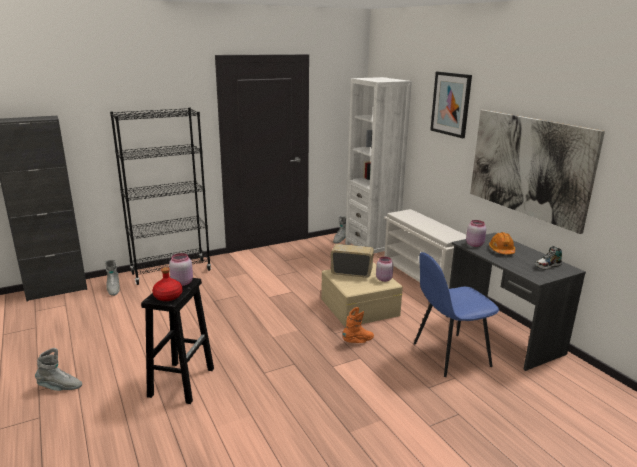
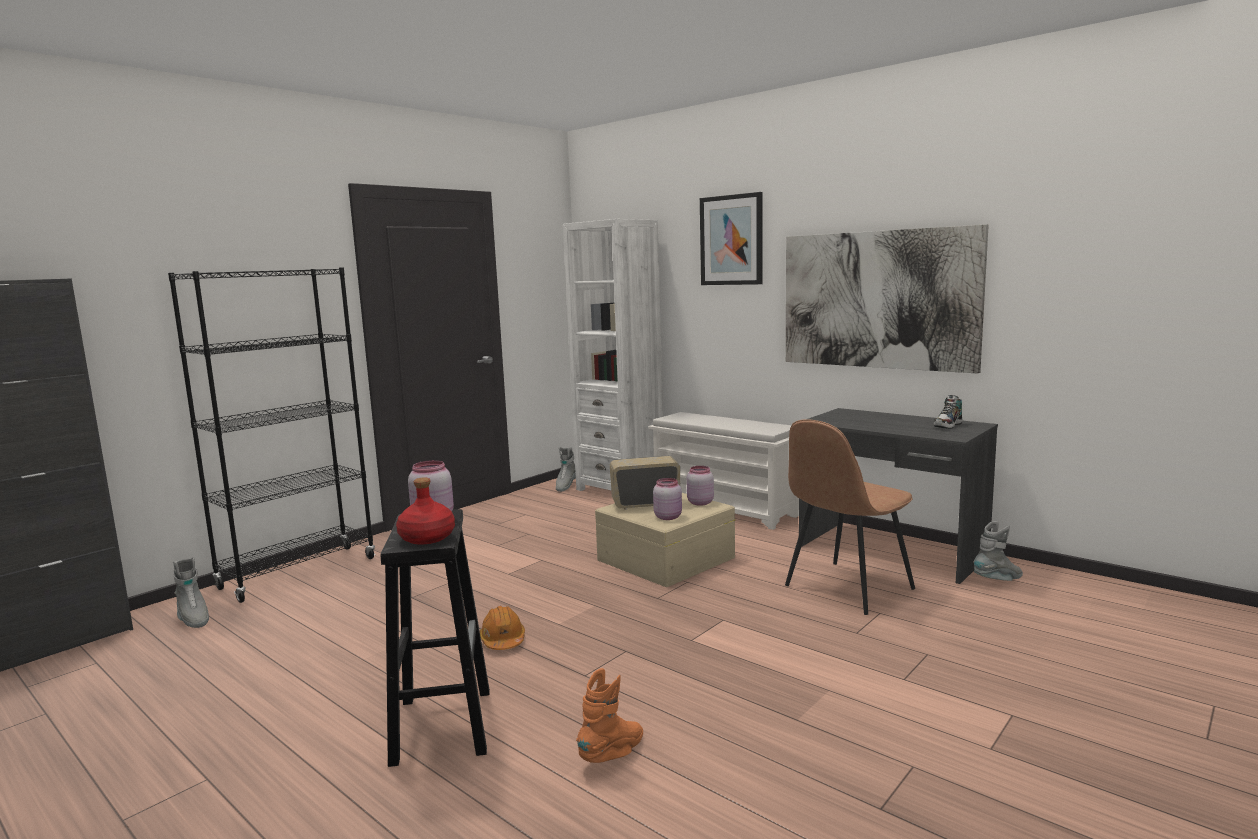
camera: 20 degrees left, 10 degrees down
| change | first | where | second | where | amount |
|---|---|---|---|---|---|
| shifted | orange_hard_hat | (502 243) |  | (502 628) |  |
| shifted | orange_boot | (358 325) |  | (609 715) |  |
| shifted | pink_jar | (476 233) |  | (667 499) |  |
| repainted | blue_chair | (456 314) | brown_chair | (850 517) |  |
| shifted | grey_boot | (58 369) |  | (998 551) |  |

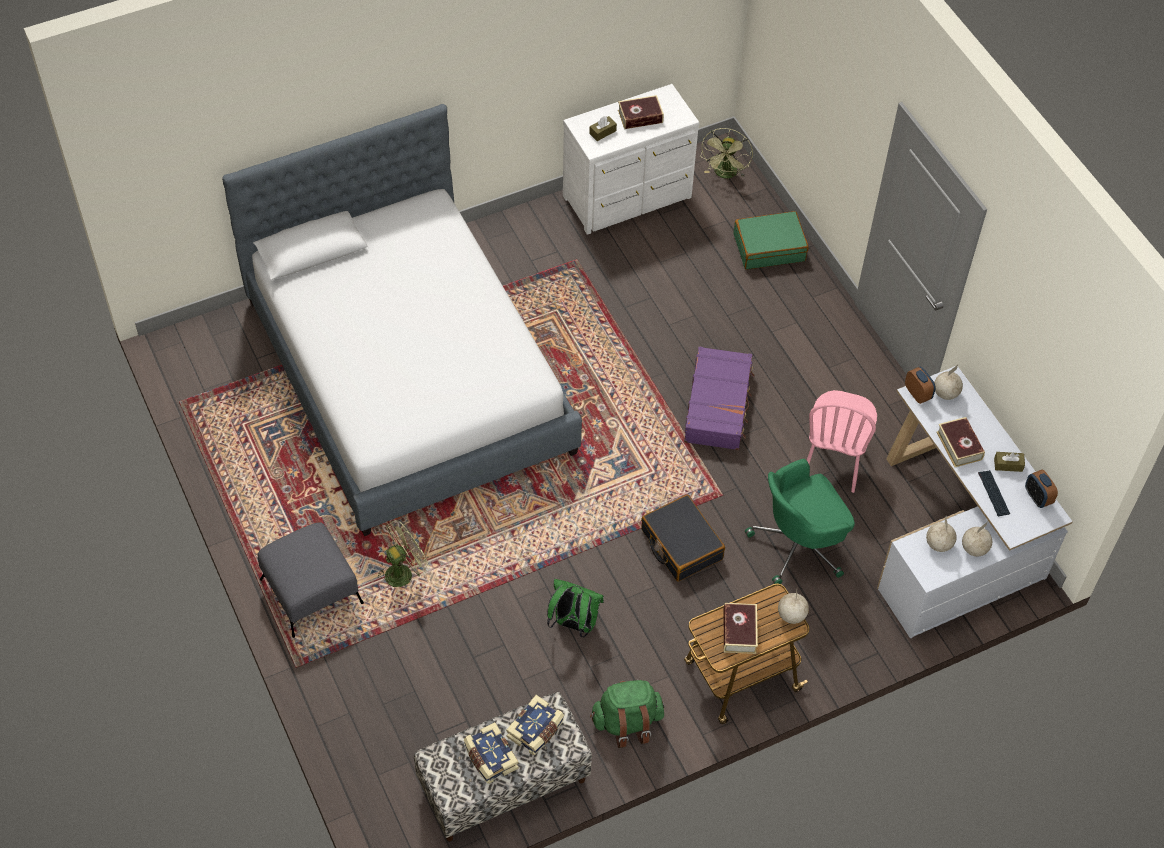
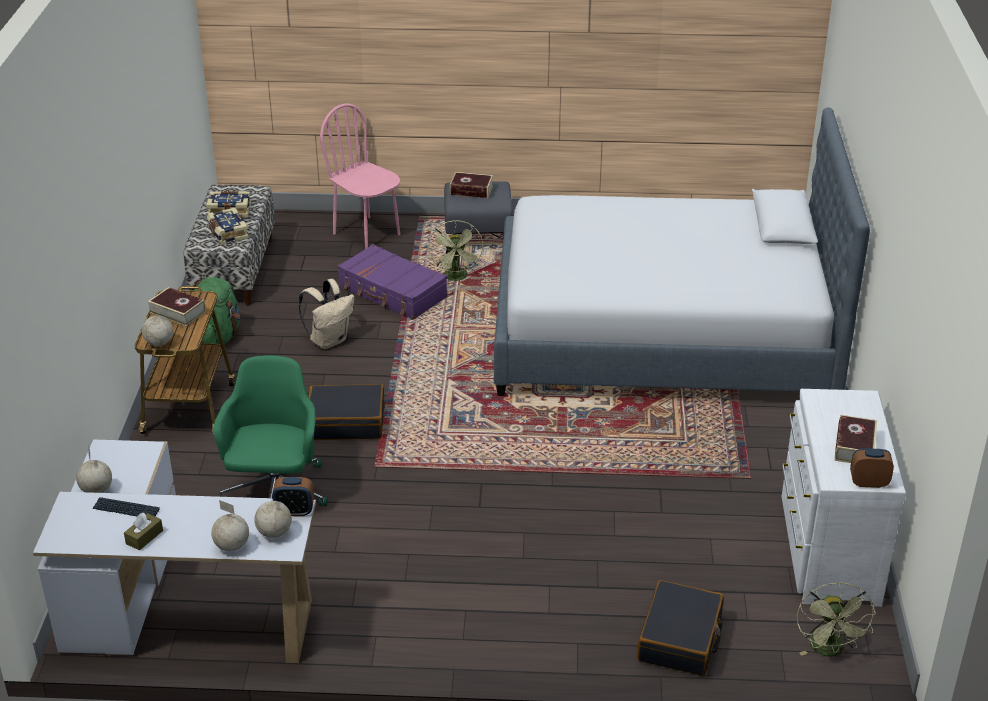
camera: 120 degrees right, 20 degrees down
| change | first | where | second | where | amount |
|---|---|---|---|---|---|
| shifted | globe | (941 534) |  | (230 525) |  |
| repainted | green_backpack | (575 608) | beige_backpack | (326 314) |  |
| shifted | pink_chair | (842 441) |  | (360 176) |  |
| shifted | purple_suitcase | (719 398) |  | (392 282) |  |
| shifted | book | (960 442) |  | (471 185) |  |
| repainted | green_suitcase | (771 240) | black_suitcase | (680 628) |  |
| rotated | green_fan | (726 153) |  | (836 619) | 135 degrees counterclockwise |
| shifted | alarm_clock | (1041 489) |  | (872 468) |  |
| gone | brown_tissue_box | (603 128) |  |  |  |

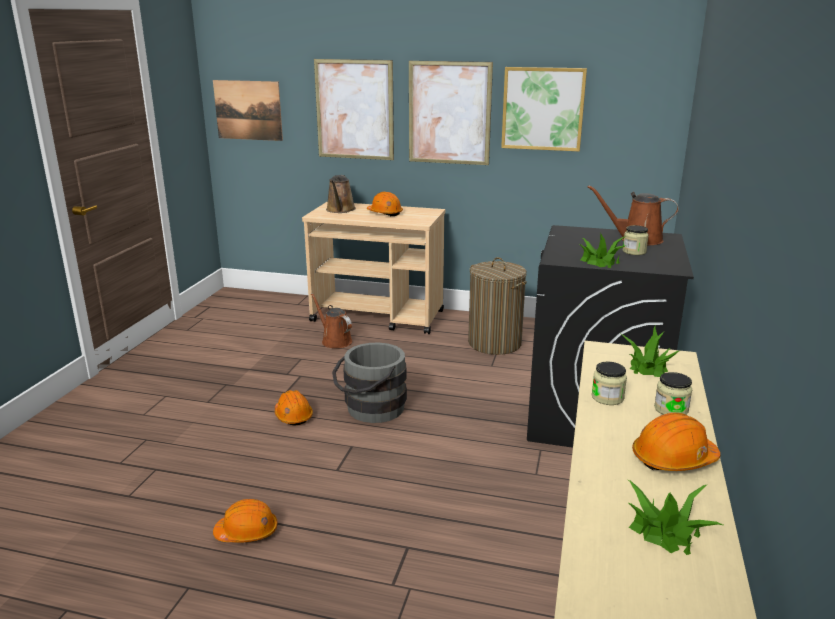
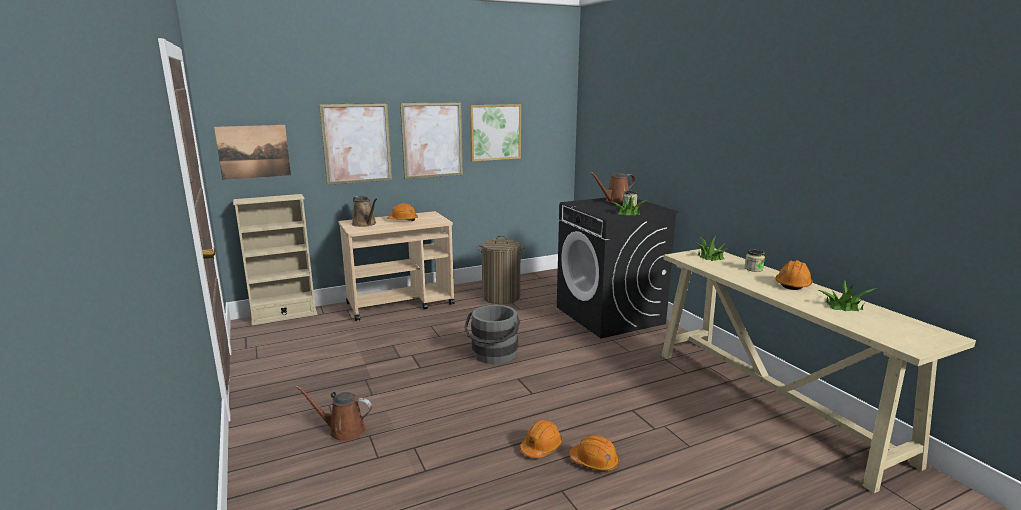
camera: 40 degrees left, 5 degrees down
| change | first | where | second | where | amount |
|---|---|---|---|---|---|
| new |  |  | beige_bookcase | (275 260) |  |
| shifted | brown_watering_can | (331 320) |  | (333 414) |  |
| shifted | orange_hard_hat | (294 407) |  | (594 453) |  |
| gone | jar | (609 383) |  |  |  |

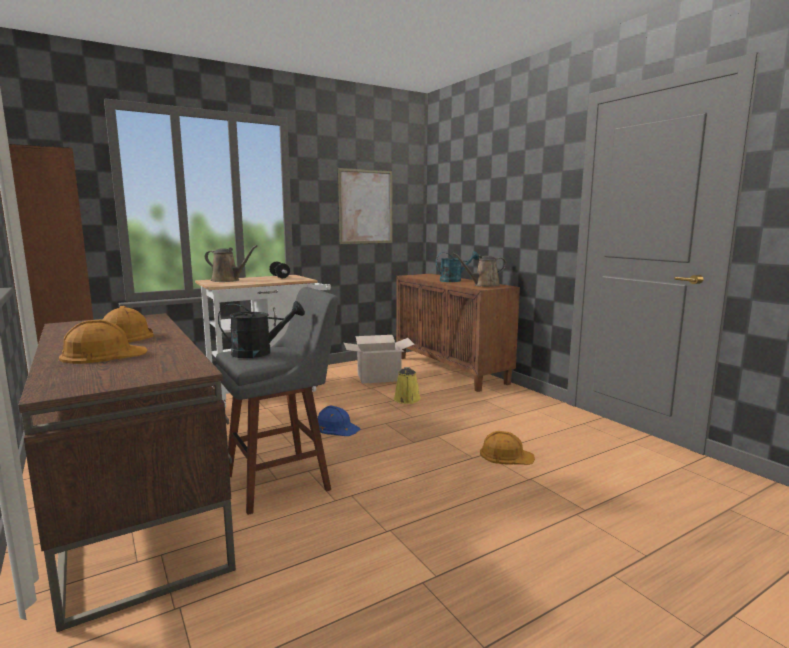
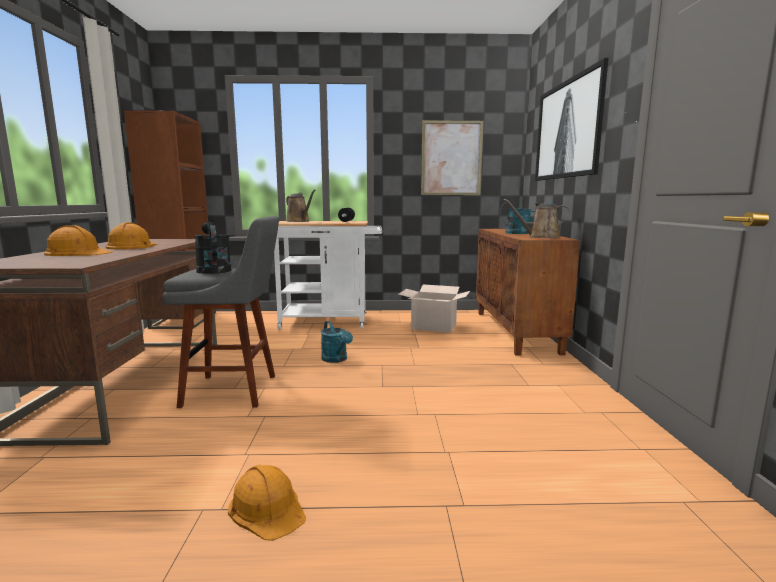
camera: 30 degrees right, 0 degrees up
| change | first | where | second | where | amount |
|---|---|---|---|---|---|
| rotated | black_watering_can | (261 329) |  | (212 248) | 135 degrees counterclockwise |
| shifted | orange_hard_hat | (507 448) |  | (267 502) |  |
| swapped | blue_hard_hat | (339 421) | turquoise_watering_can | (337 342) |  |
| new |  |  | picture | (571 119) |  |
| gone | yellow_watering_can | (407 385) |  |  |  |

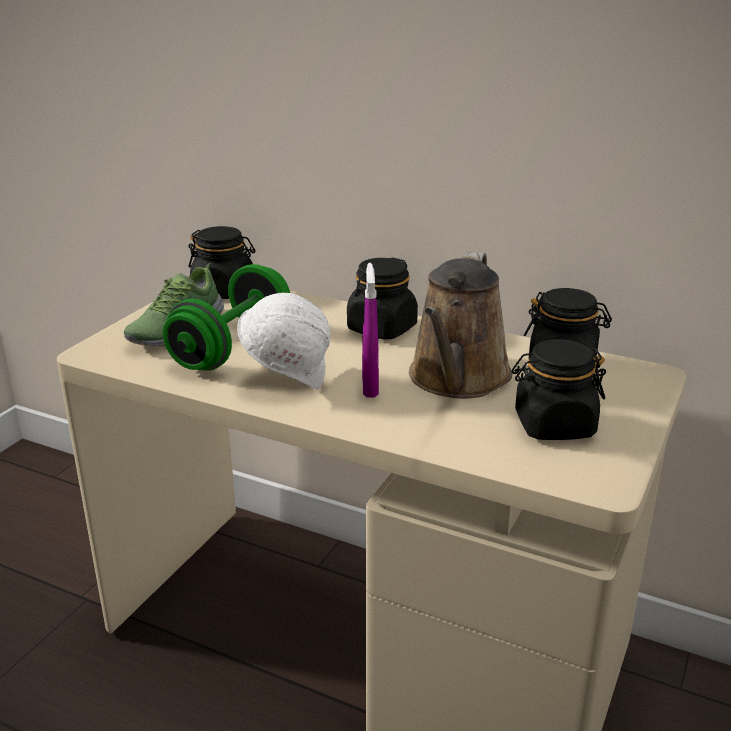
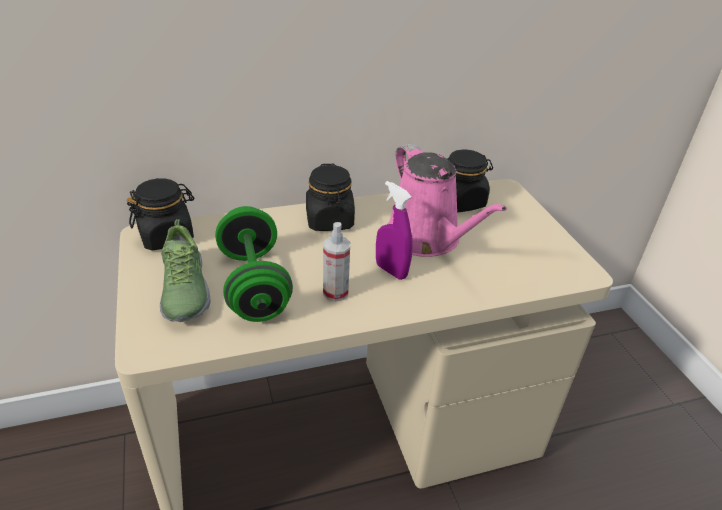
camera: 45 degrees left, 10 degrees up
| change | first | where | second | where | amount |
|---|---|---|---|---|---|
| swapped | white_hard_hat | (284 341) | spray_bottle | (336 261) |  |
| repainted | brown_watering_can | (460 325) | pink_watering_can | (447 200) |  |
| gone | black_jar | (558 389) |  |  |  |

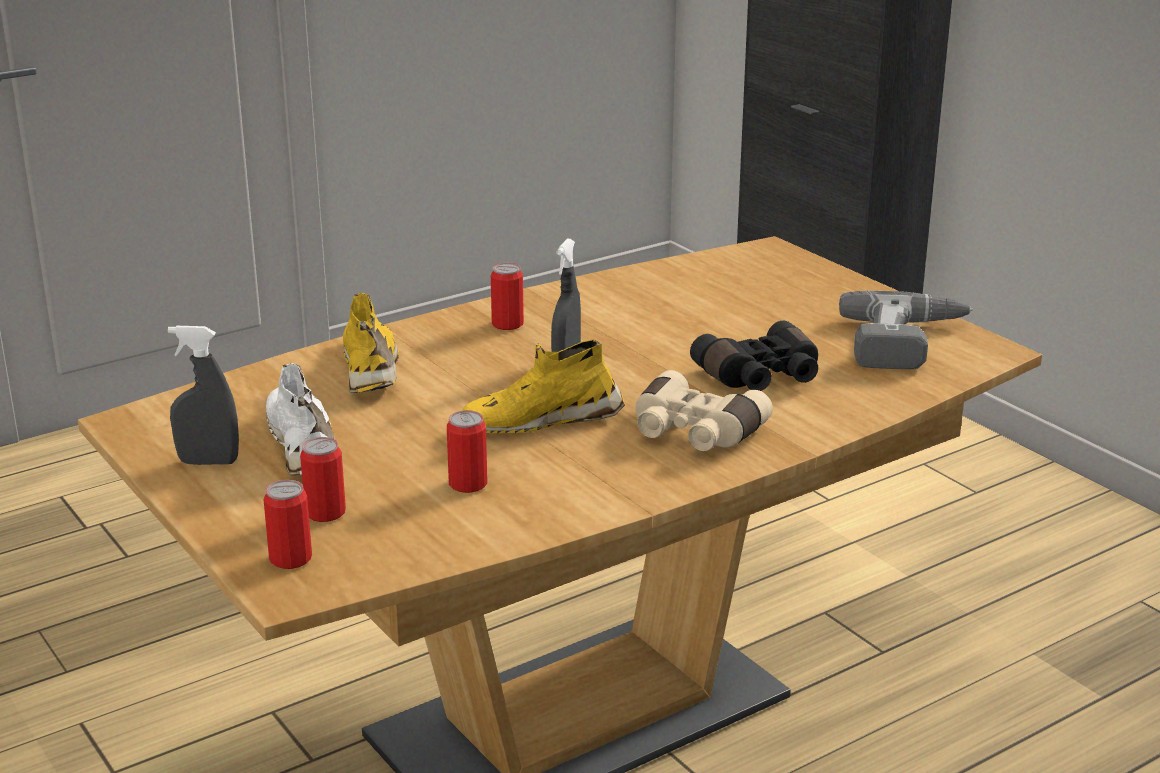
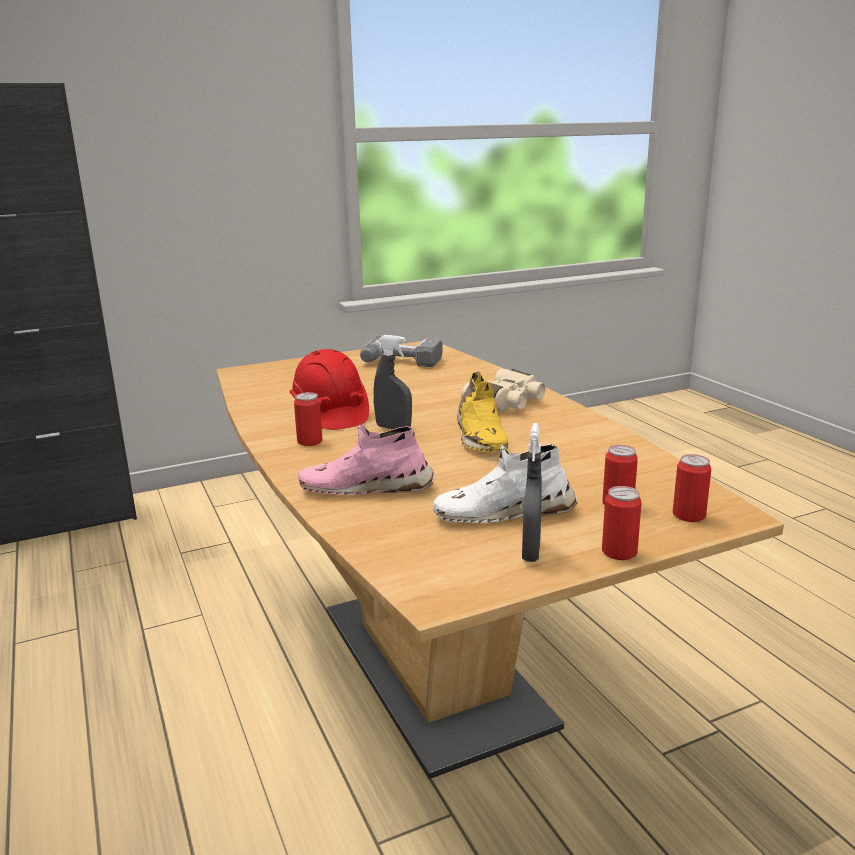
camera: 80 degrees left, 5 degrees down
| change | first | where | second | where | amount |
|---|---|---|---|---|---|
| new |  |  | red_hard_hat | (329 389) |  |
| repainted | yellow_shoe | (371 343) | pink_shoe | (366 459) |  |
| shifted | can | (467 451) |  | (622 523) |  |
| gone | black_binoculars | (754 356) |  |  |  |

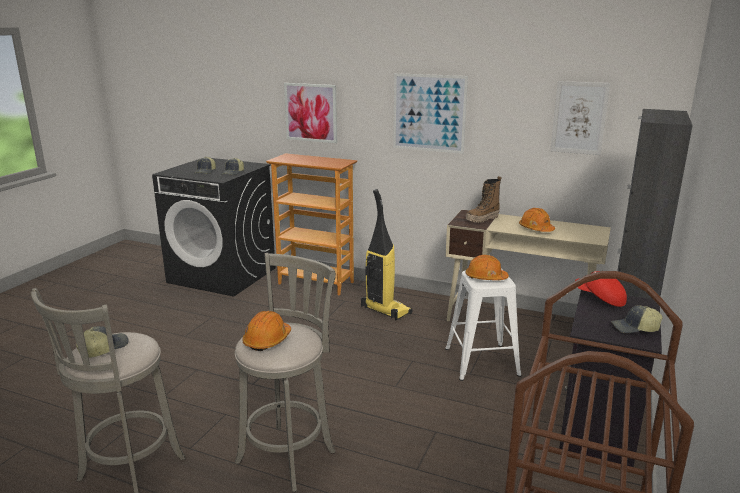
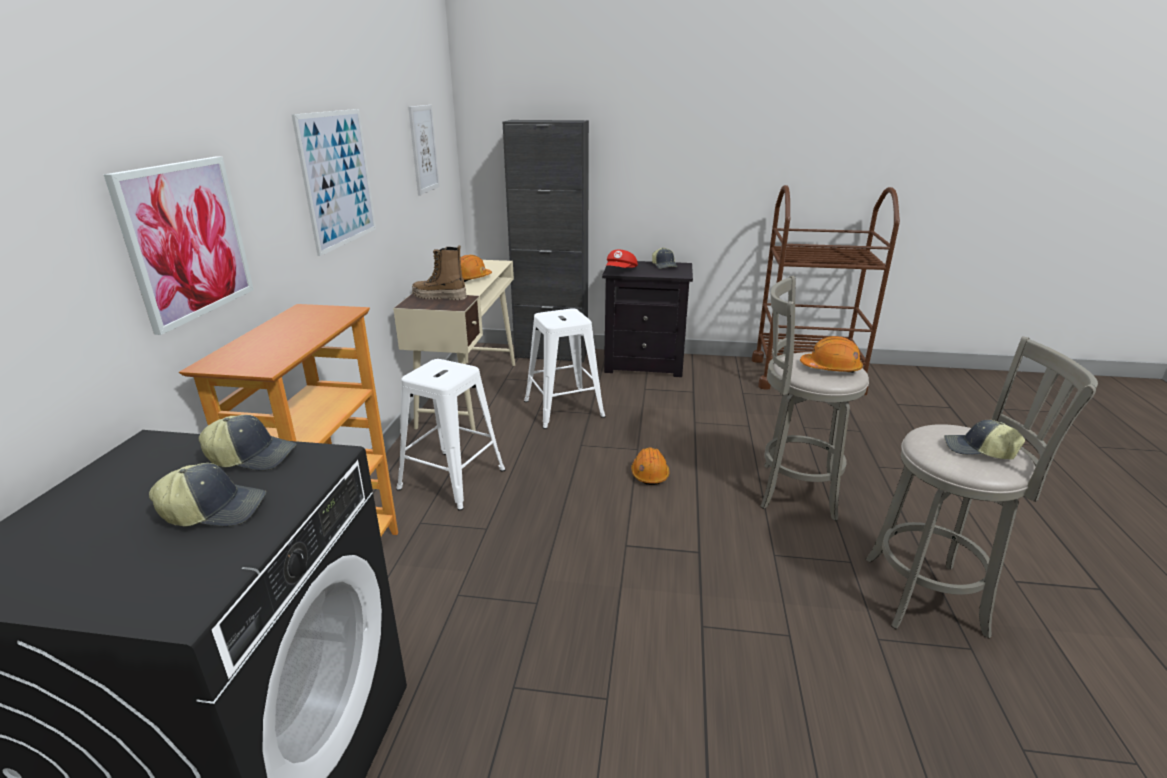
camera: 105 degrees left, 5 degrees up
| change | first | where | second | where | amount |
|---|---|---|---|---|---|
| swapped | vacuum_cleaner | (387 254) | white_stool | (450 435) |  |
| rotated | boot | (483 199) |  | (439 272) | 150 degrees clockwise |
| shifted | orange_hard_hat | (487 267) |  | (650 466) |  |

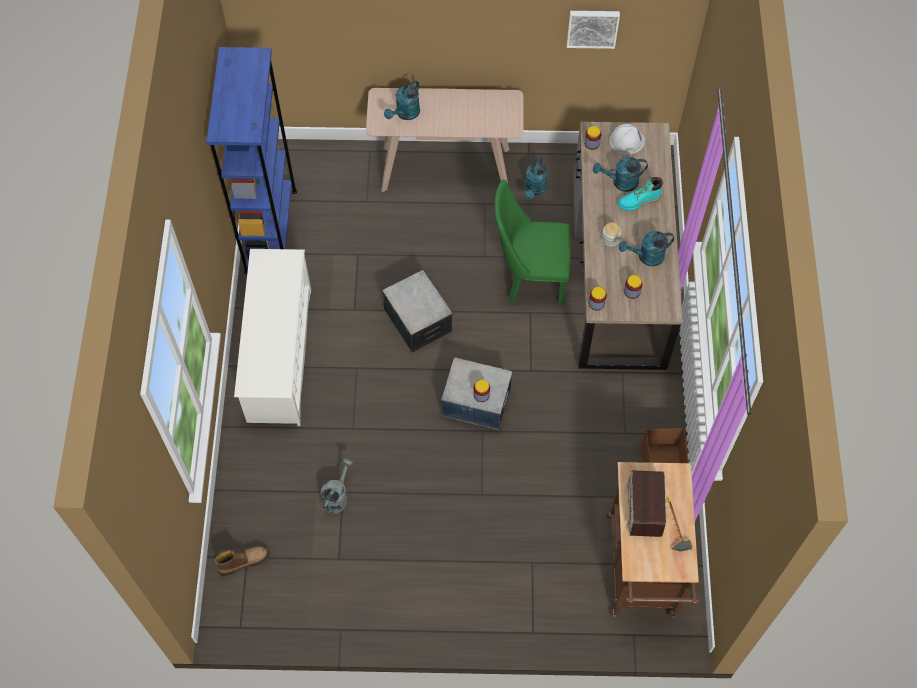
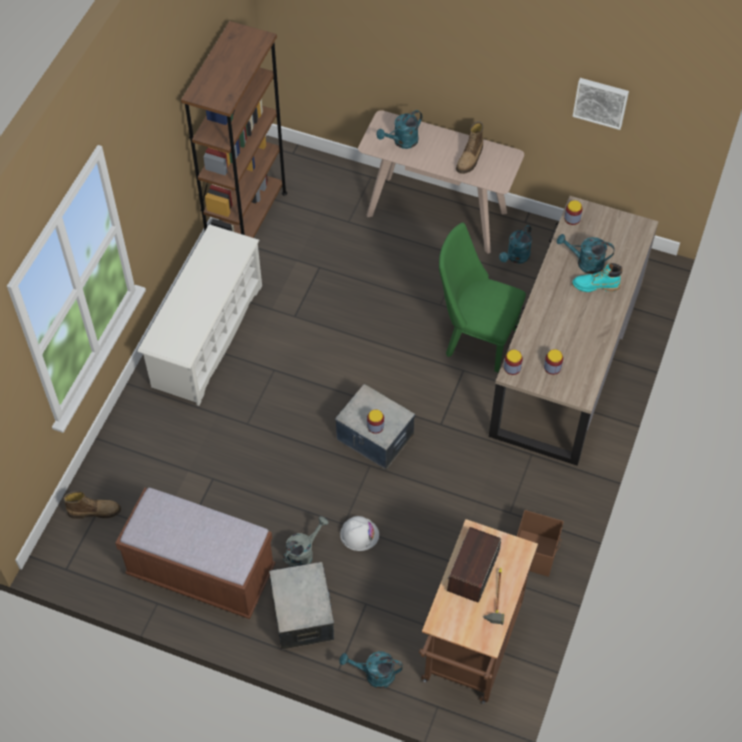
camera: 20 degrees right, 5 degrees down
| change | first | where | second | where | amount |
|---|---|---|---|---|---|
| new |  |  | brown_bench | (195 553) |  |
| repainted | blue_bookcase | (251 160) | brown_bookcase | (234 129) |  |
| shifted | storage_box | (417 311) |  | (301 605) |  |
| shifted | grey_watering_can | (337 486) |  | (306 541) |  |
| shifted | white_hard_hat | (627 139) |  | (359 533) |  |
| shifted | turquoise_watering_can | (646 248) |  | (371 669) |  |
| new |  |  | boot | (469 147) |  |
| gone | jar | (612 234) |  |  |  |

